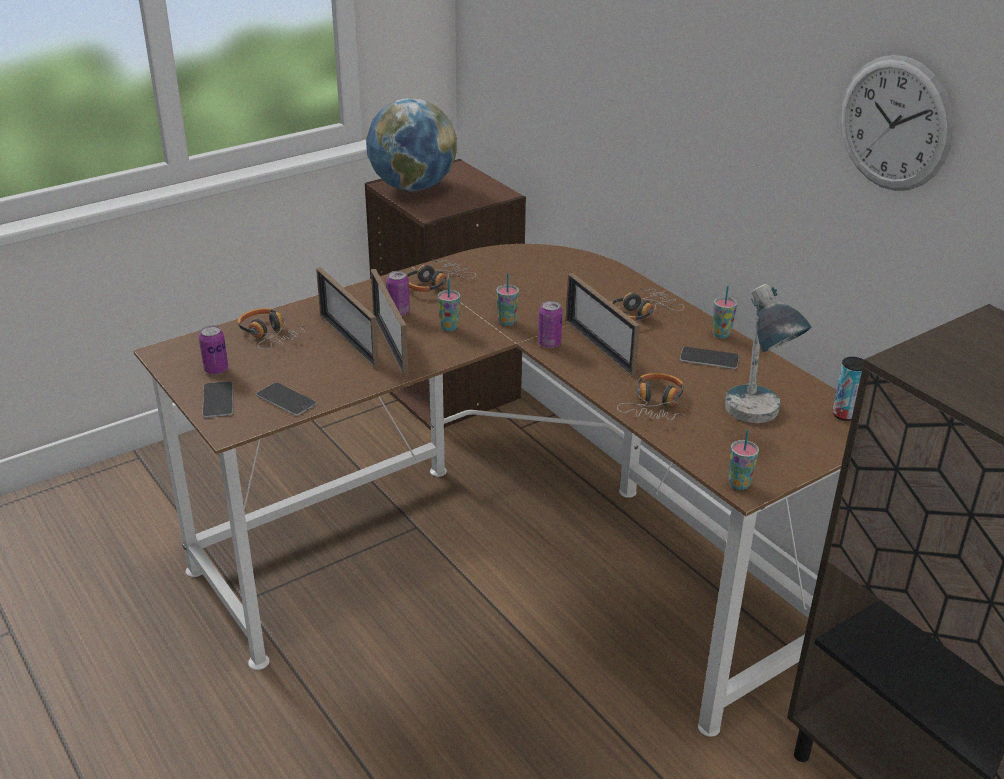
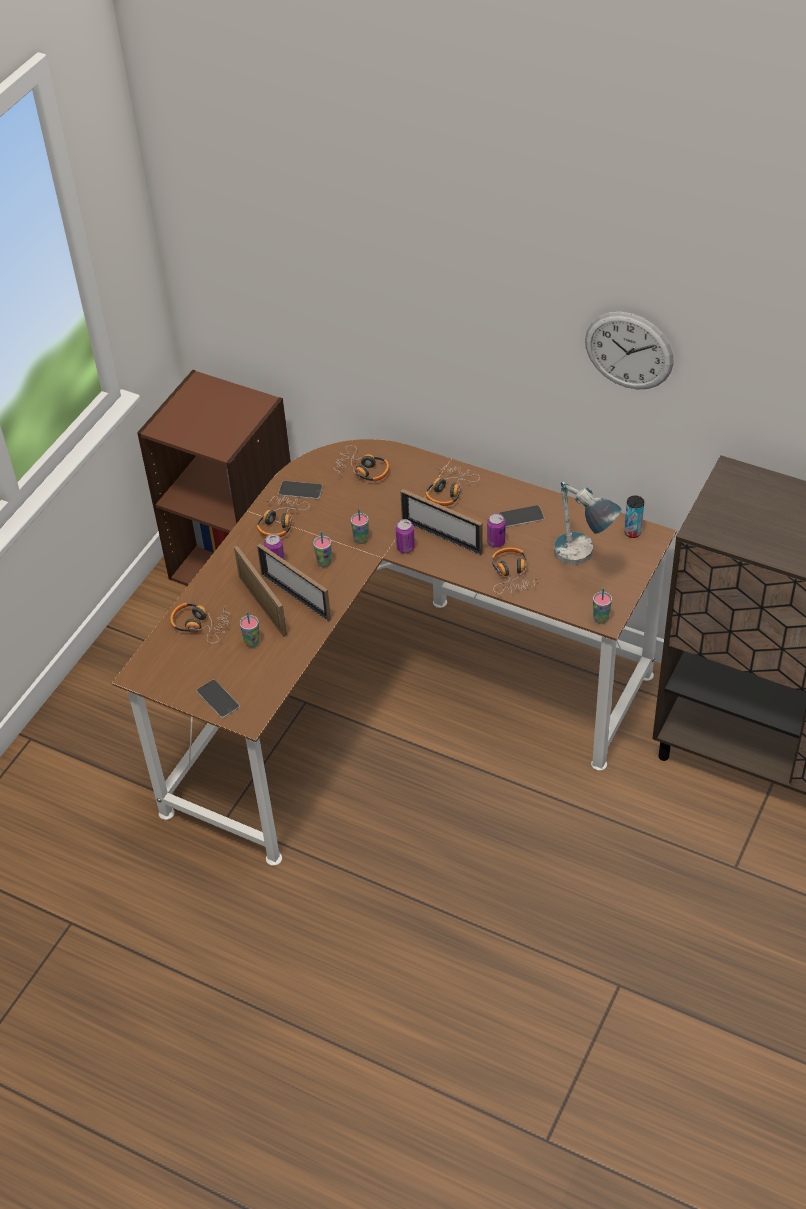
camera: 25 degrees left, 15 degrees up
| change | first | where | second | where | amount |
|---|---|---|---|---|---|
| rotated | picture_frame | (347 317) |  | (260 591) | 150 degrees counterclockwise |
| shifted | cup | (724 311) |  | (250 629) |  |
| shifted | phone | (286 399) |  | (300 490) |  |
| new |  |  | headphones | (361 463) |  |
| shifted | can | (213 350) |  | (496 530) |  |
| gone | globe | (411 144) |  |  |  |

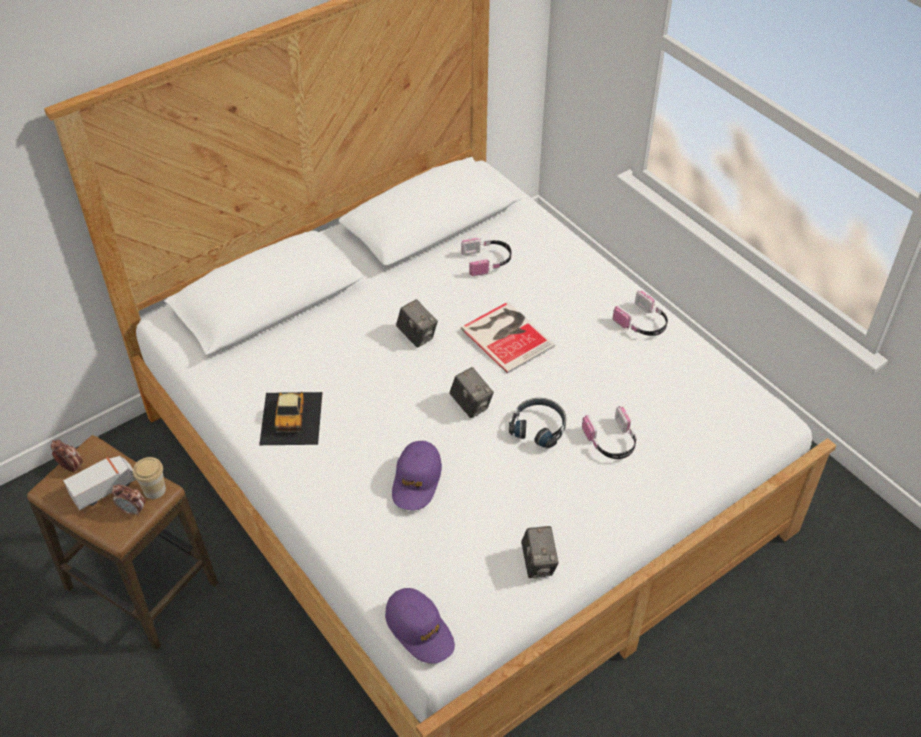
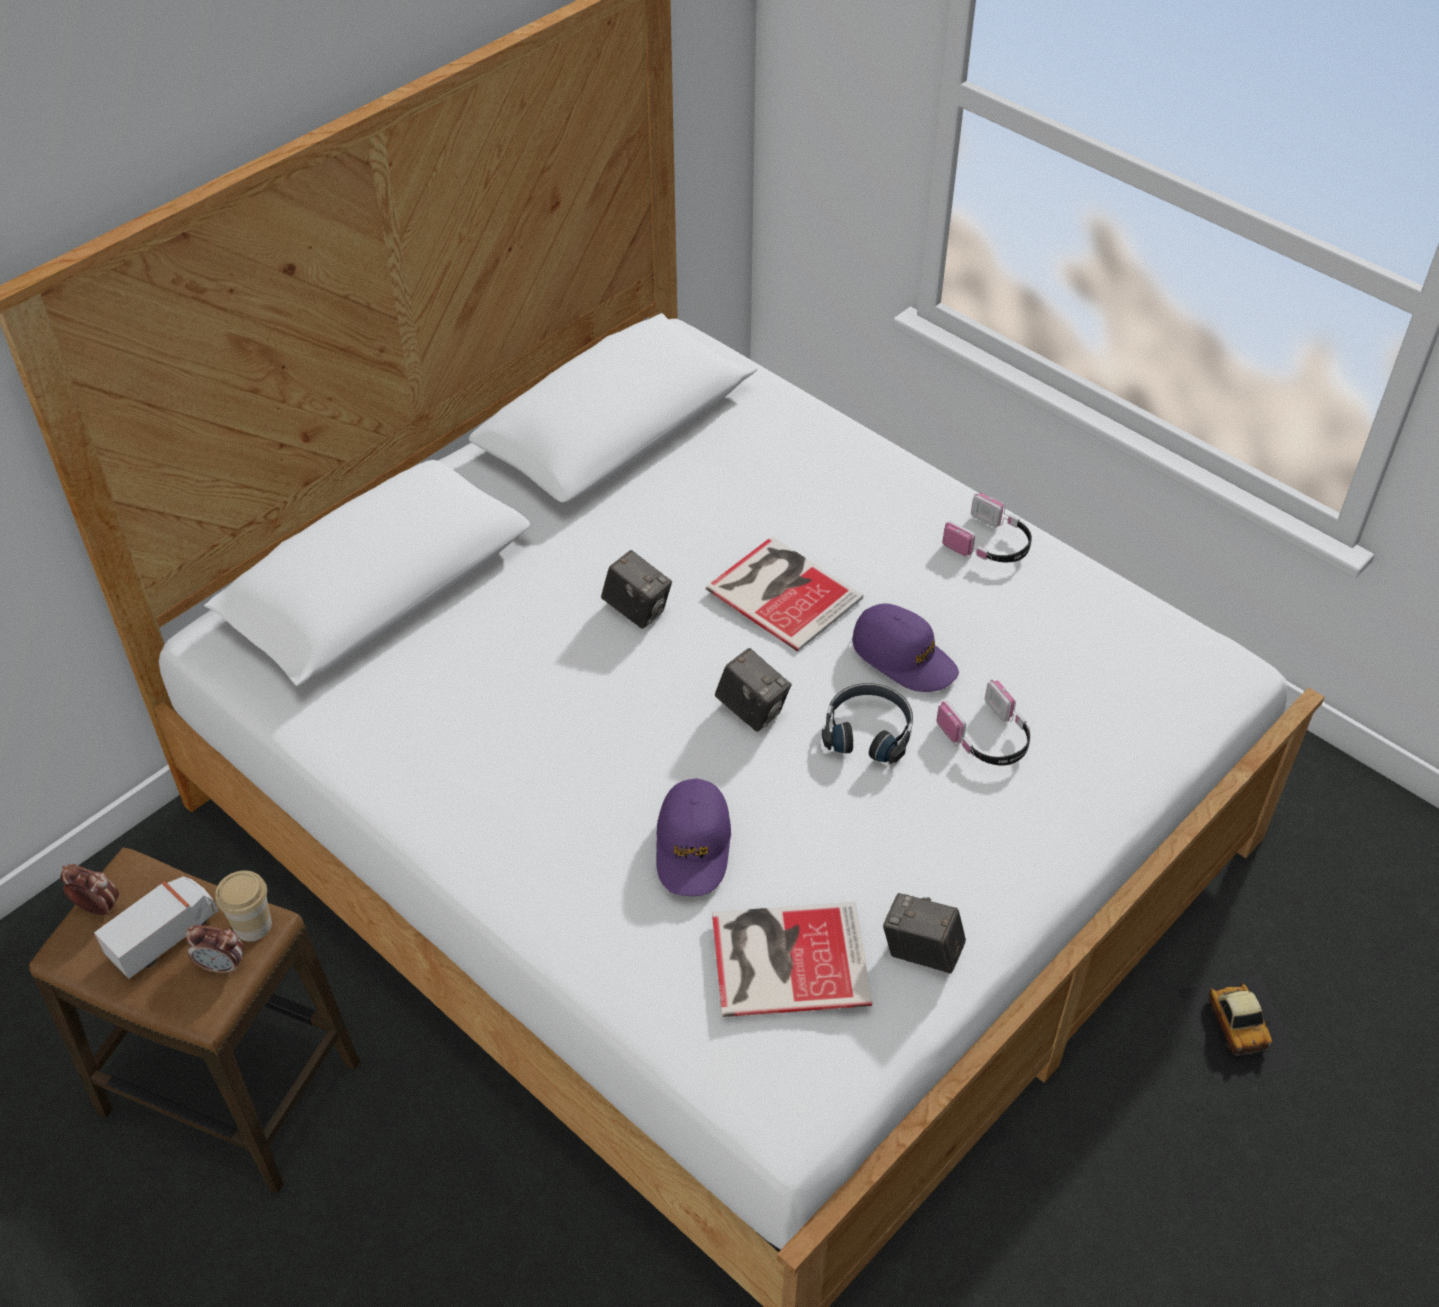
camera: 10 degrees left, 0 degrees up
| change | first | where | second | where | amount |
|---|---|---|---|---|---|
| new |  |  | book | (792 959) |  |
| shifted | purple_cap | (420 626) |  | (905 647) |  |
| rotated | photo_camera | (540 552) |  | (924 933) | 135 degrees clockwise |
| shifted | toy_car | (291 418) |  | (1240 1028) |  |
| gone | headphones | (486 256) |  |  |  |

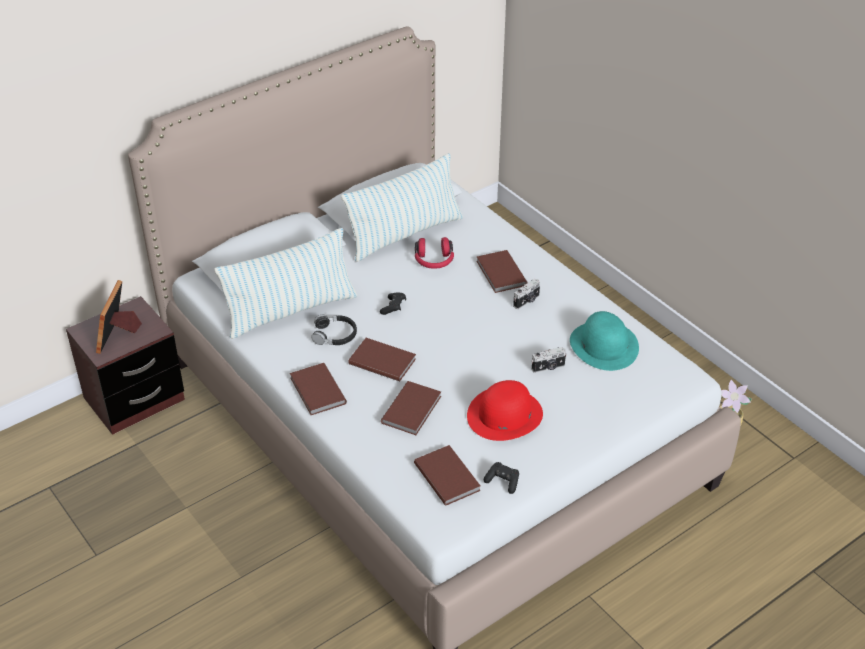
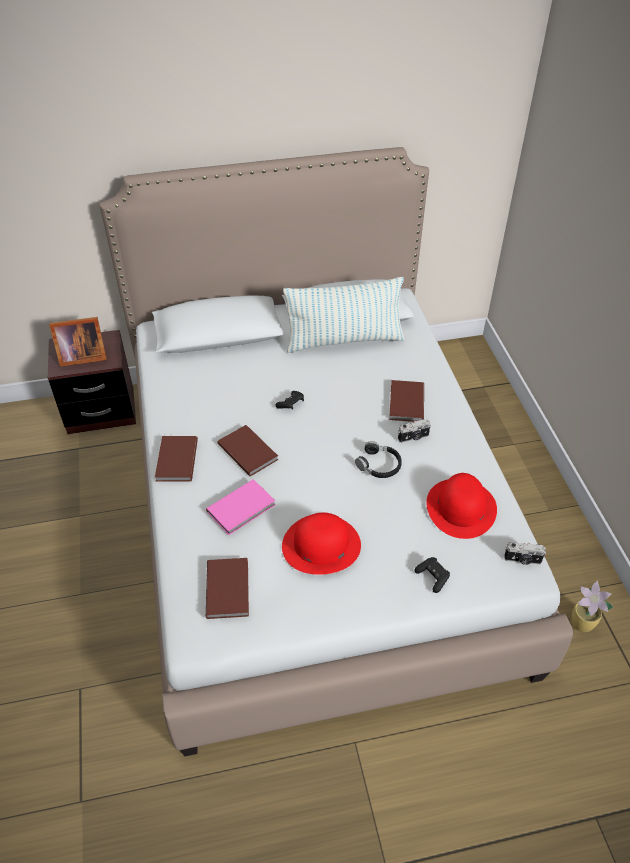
camera: 25 degrees right, 5 degrees up
| change | first | where | second | where | amount |
|---|---|---|---|---|---|
| rotated | picture_frame | (119 317) |  | (78 342) | 135 degrees counterclockwise |
| repainted | brown_book | (411 408) | pink_book | (241 507) |  |
| shifted | black_headphones | (334 330) |  | (378 459) |  |
| shifted | black_game_controller | (501 478) |  | (432 575) |  |
| repainted | turquoise_hat | (604 341) | red_hat | (461 506) |  |
| shifted | photo_camera | (549 360) |  | (525 553) |  |
| gone | pillow | (286 283) |  |  |  |
| gone | red_headphones | (434 253) |  |  |  |

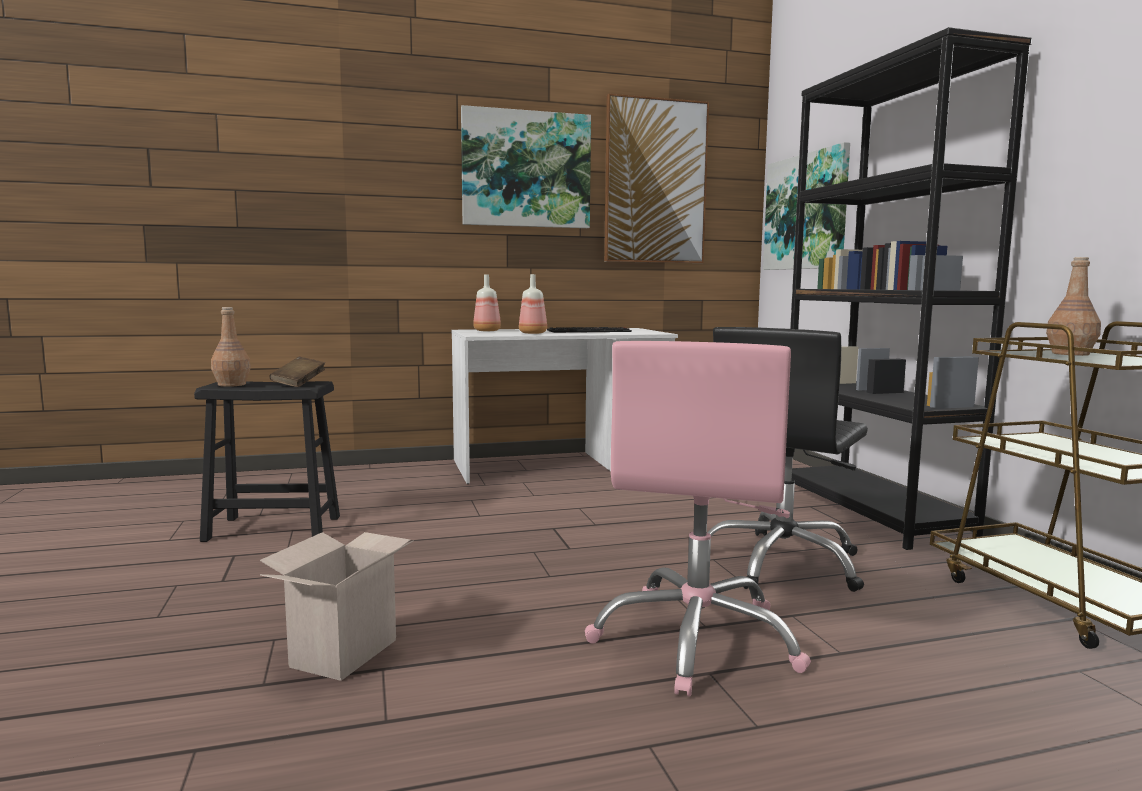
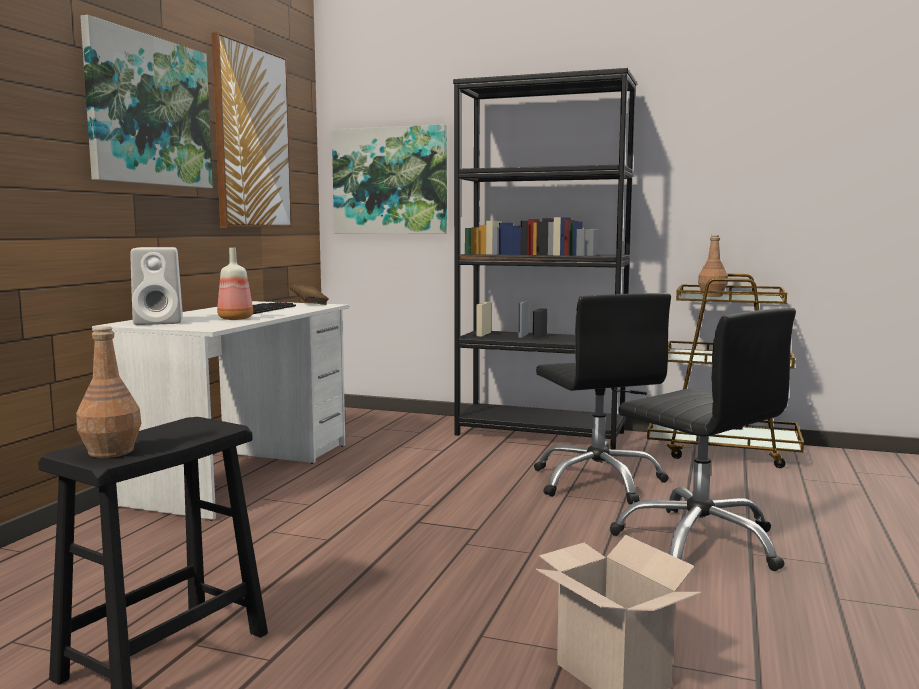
camera: 55 degrees left, 0 degrees up
| change | first | where | second | where | amount |
|---|---|---|---|---|---|
| swapped | bottle | (487 302) | white_speaker | (156 286) |  |
| shifted | brown_book | (297 372) |  | (309 294) |  |
| repainted | pink_office_chair | (698 518) | black_office_chair | (703 439) |  |

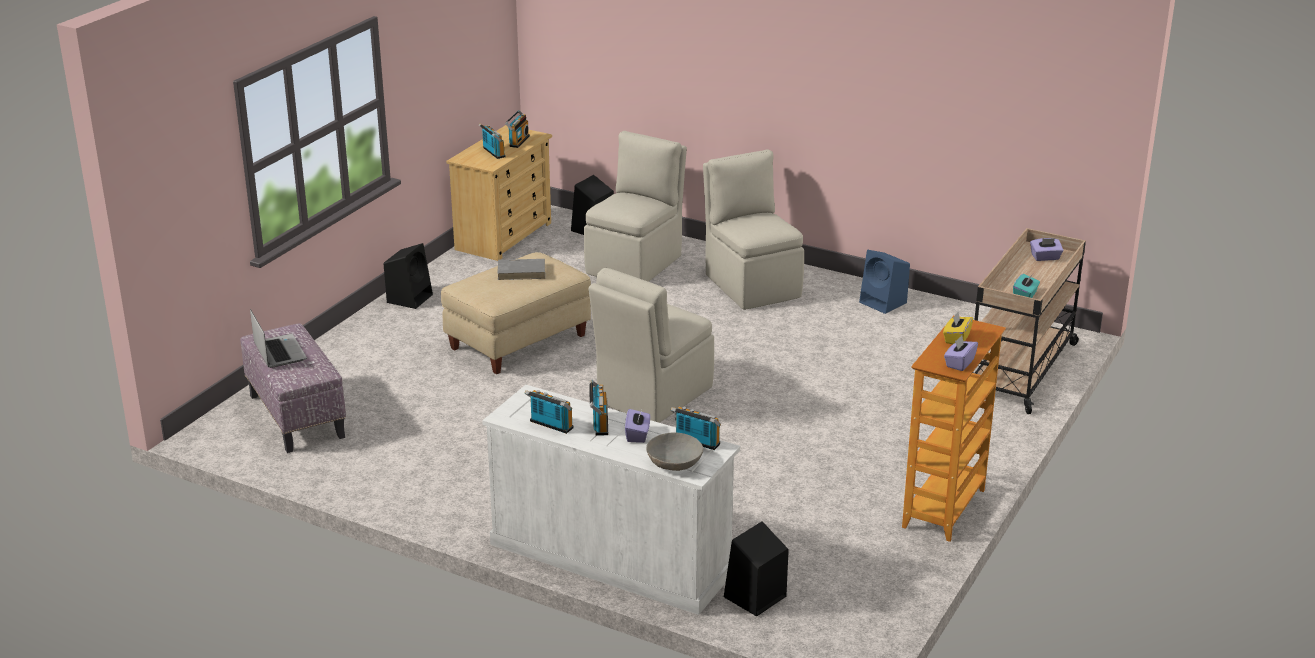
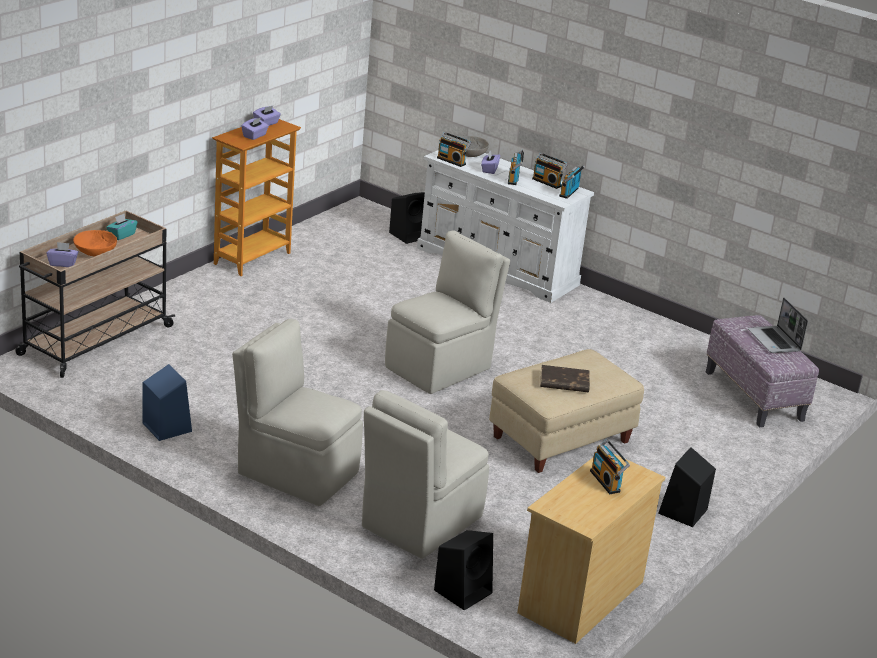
camera: 175 degrees left, 0 degrees up
| change | first | where | second | where | amount |
|---|---|---|---|---|---|
| new |  |  | orange_bowl | (95 243) |  |
| rotated | beige_chair | (753 229) |  | (297 412) | 135 degrees clockwise |
| repainted | yellow_tissue_box | (958 328) | purple_tissue_box | (255 128) |  |
| repainted | grey_book | (521 269) | brown_book | (565 378) |  |
| shifted | radio | (517 129) |  | (572 182) |  |

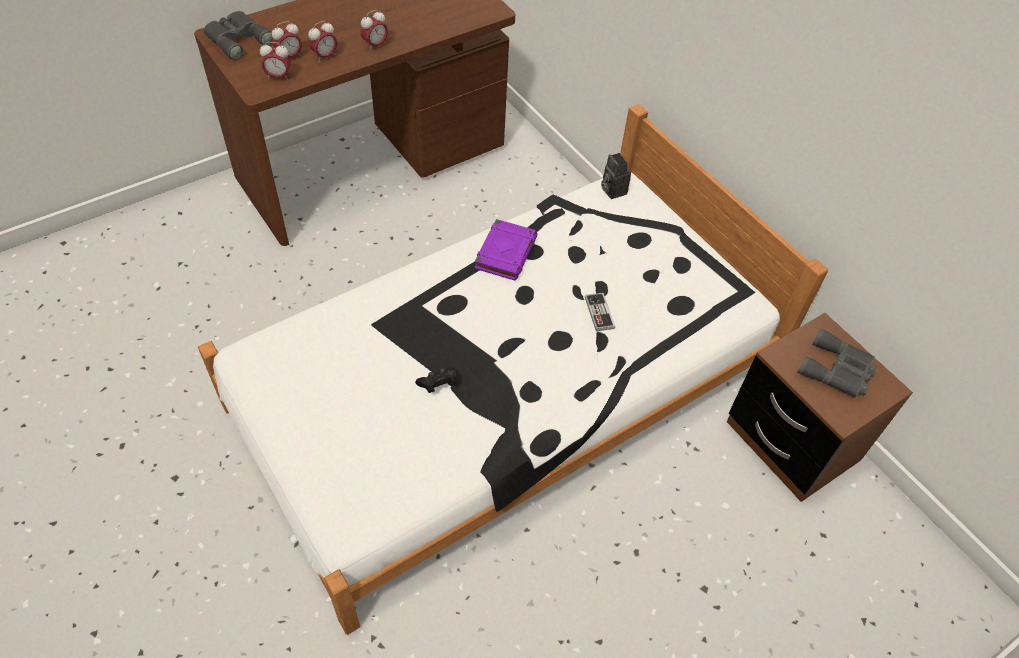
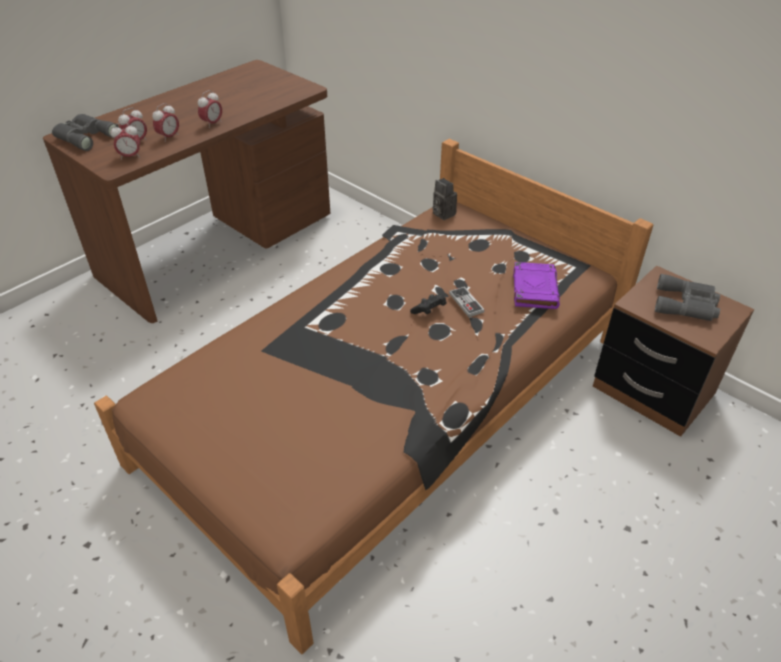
camera: 10 degrees left, 10 degrees down
| change | first | where | second | where | amount |
|---|---|---|---|---|---|
| repainted | white_bed | (513 369) | brown_bed | (373 396) |  |
| shifted | black_game_controller | (436 380) |  | (428 304) |  |
| shifted | purple_book | (506 249) |  | (536 285) |  |

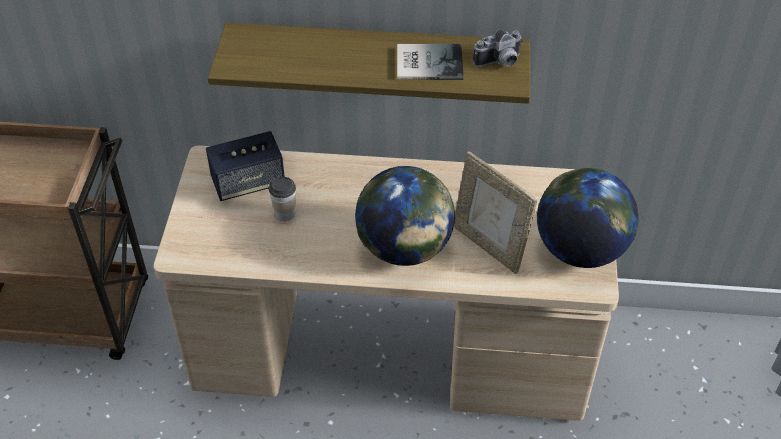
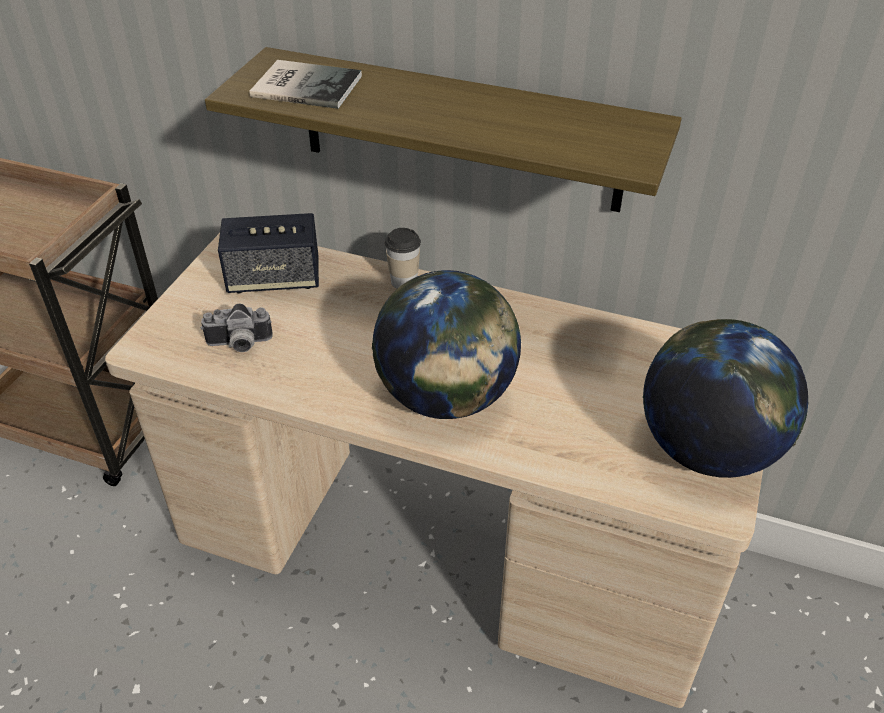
camera: 15 degrees right, 5 degrees down
| change | first | where | second | where | amount |
|---|---|---|---|---|---|
| shifted | photo_camera | (498 48) |  | (236 327) |  |
| shifted | book | (430 62) |  | (305 84) |  |
| shifted | cup | (282 199) |  | (403 258) |  |
| gone | picture_frame | (495 212) |  |  |  |

